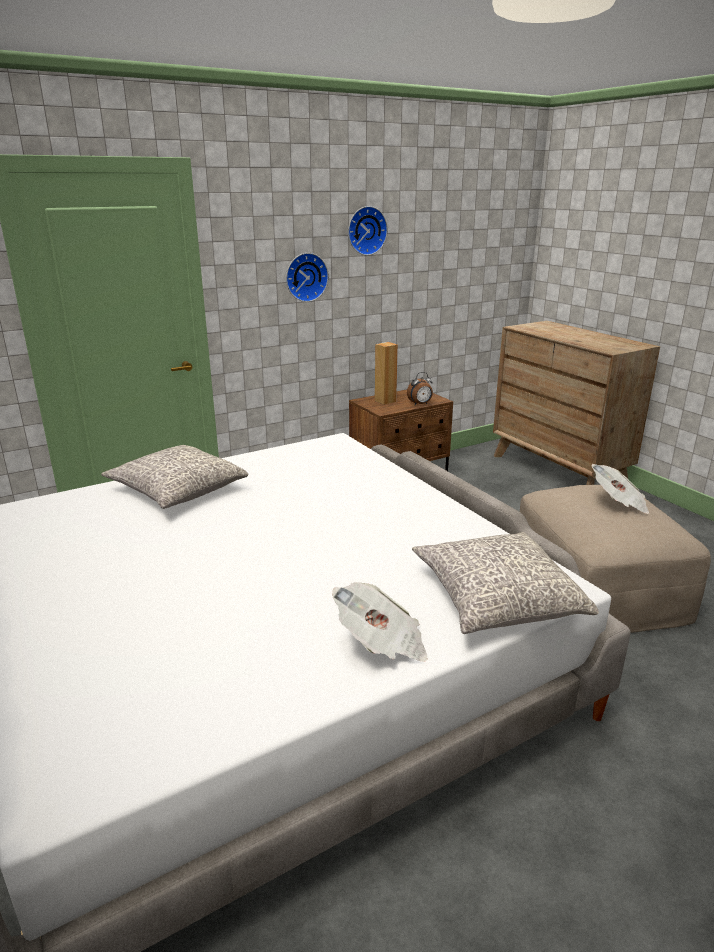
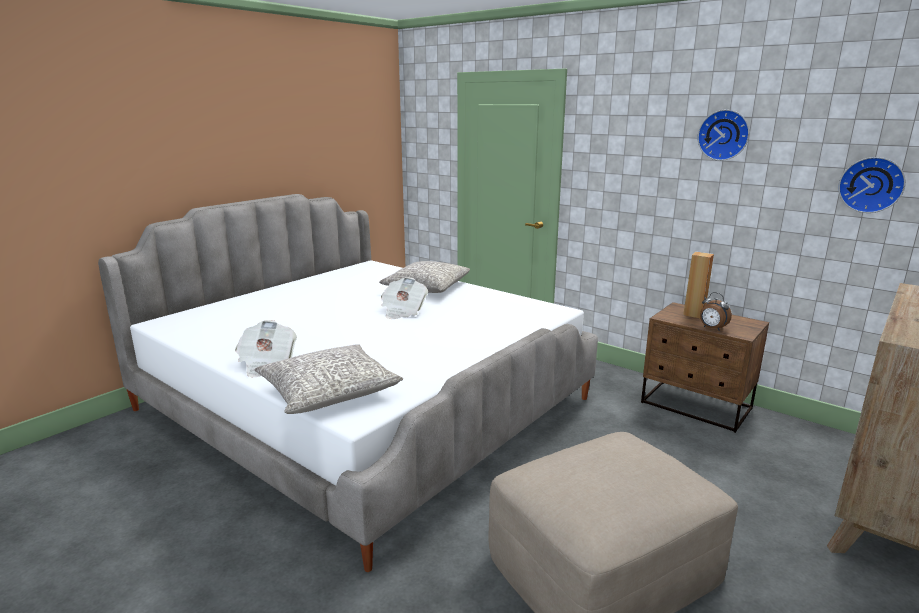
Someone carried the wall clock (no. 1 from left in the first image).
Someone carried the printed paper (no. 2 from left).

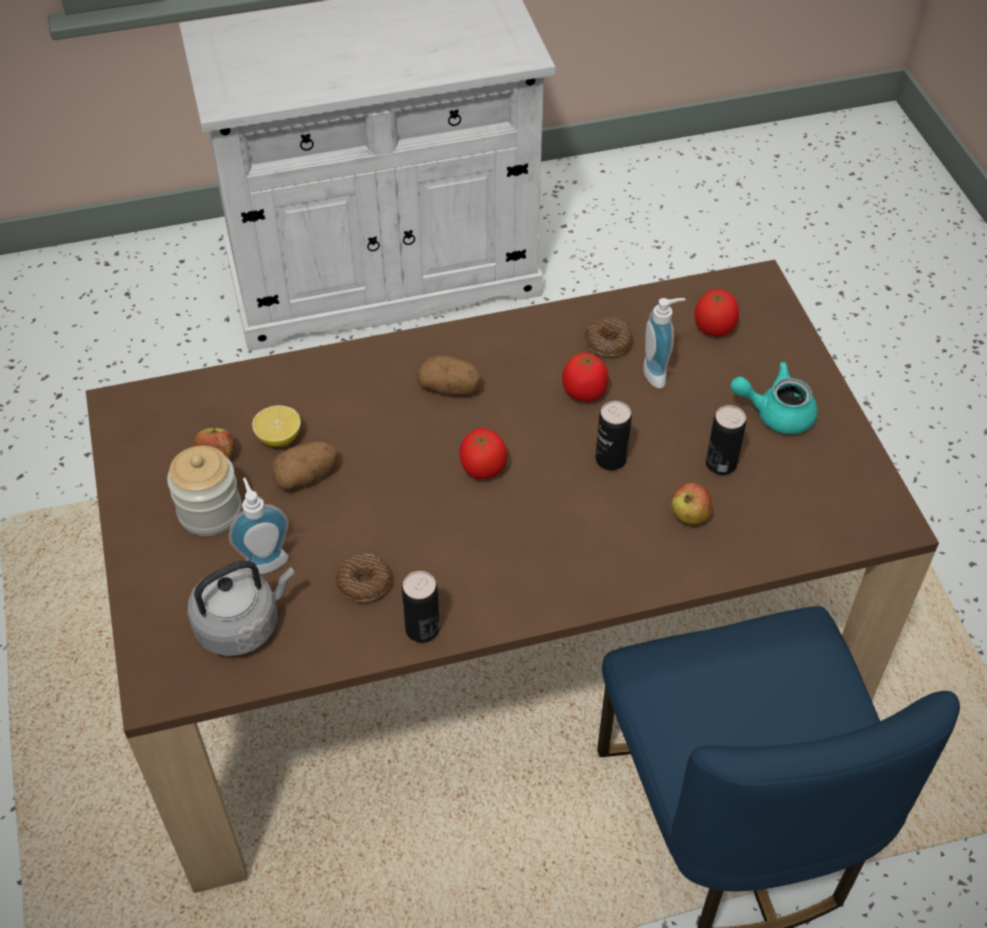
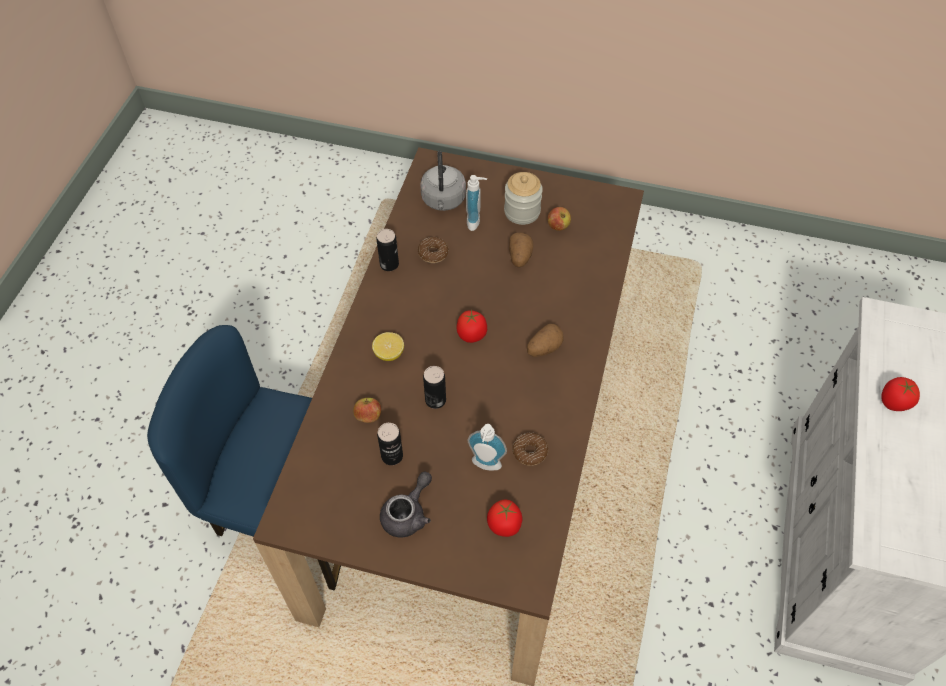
Someone carried the citrus fruit.
Someone carried the fresh tomato (no. 2 from left in the first image).
Someone repainted the turquoise teapot, which became the grey teapot.

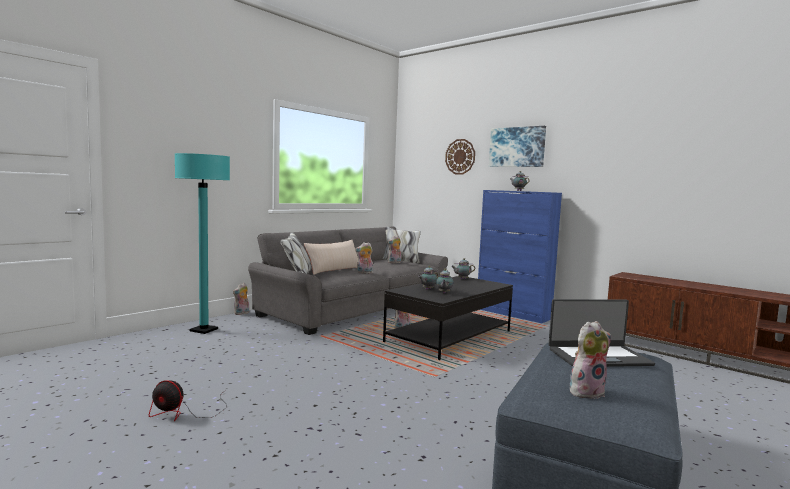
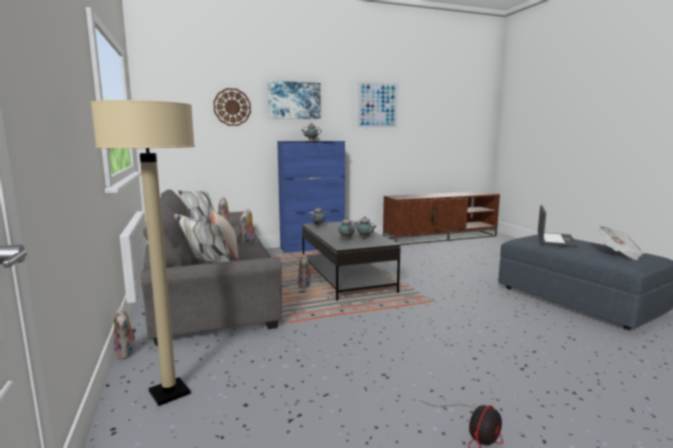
Someone repainted the turquoise standing lamp, which became the sand-coloured standing lamp.
Someone swapped the soft toy (no. 5 from left) for the printed paper.
Someone put up the wall picture (no. 2 from left).

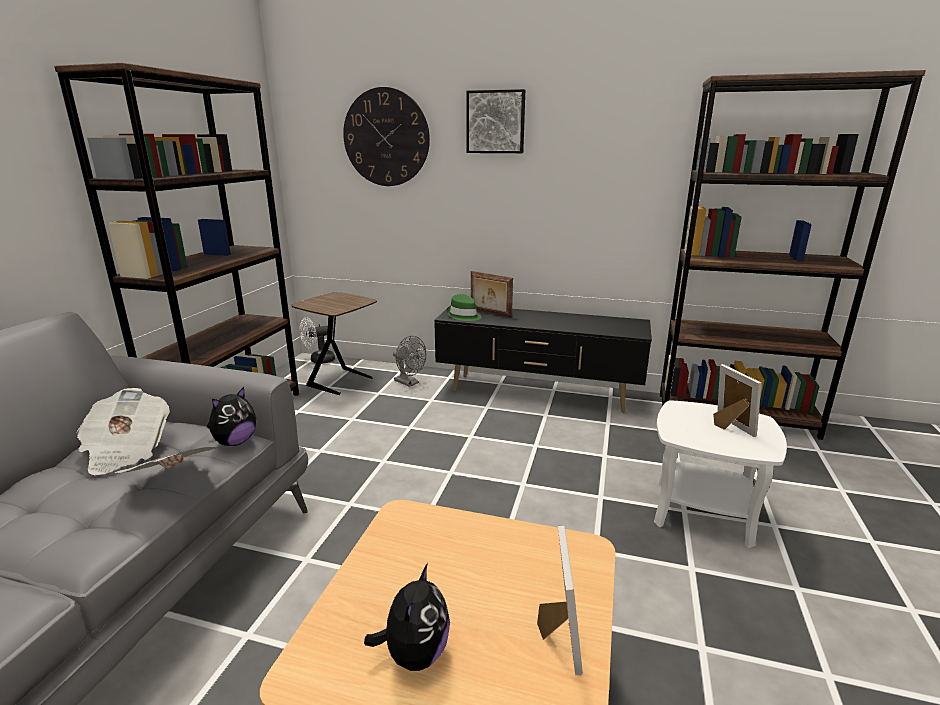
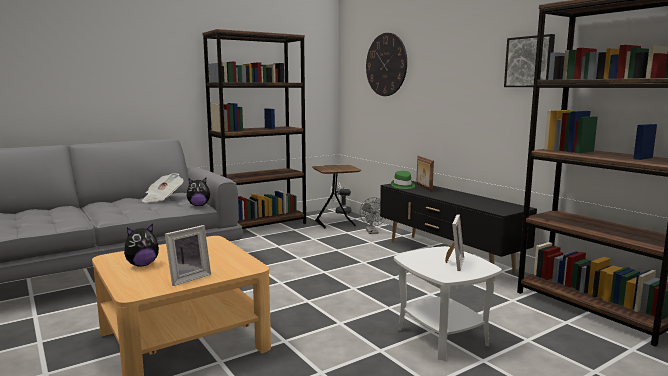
Someone took away the printed paper (no. 2 from left).
Someone carried the wall picture.

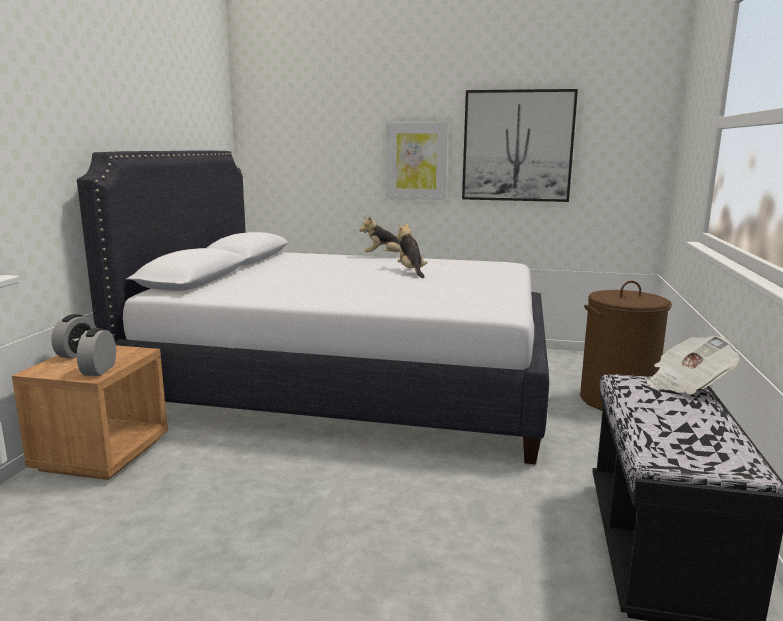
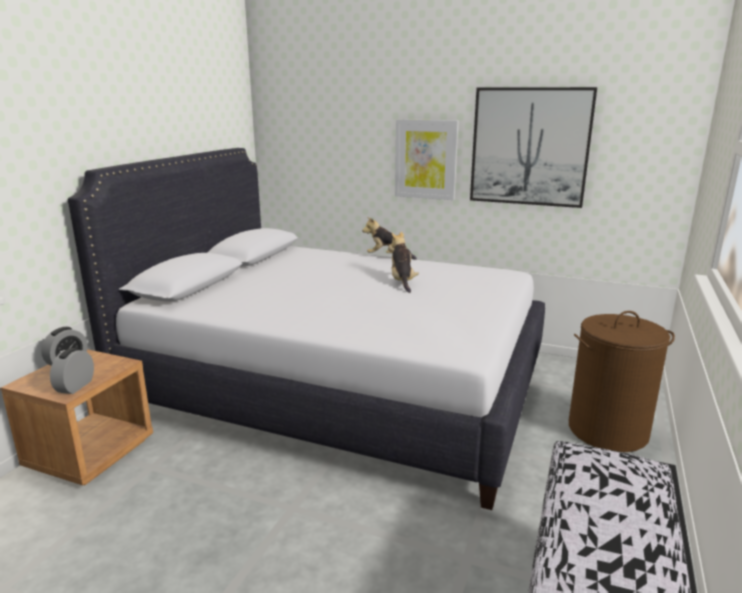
Someone took away the printed paper.

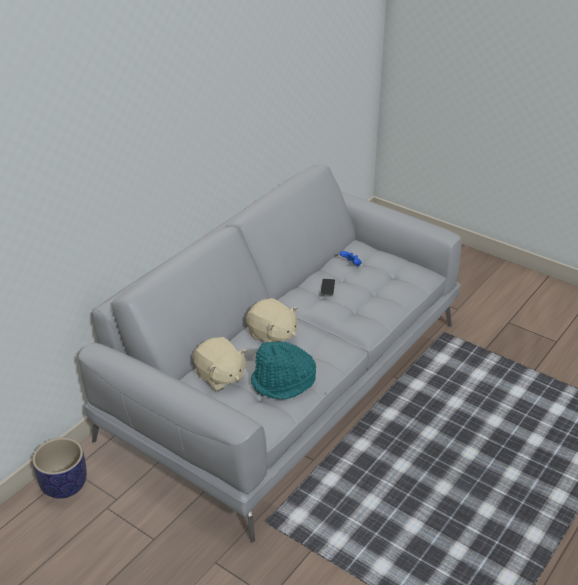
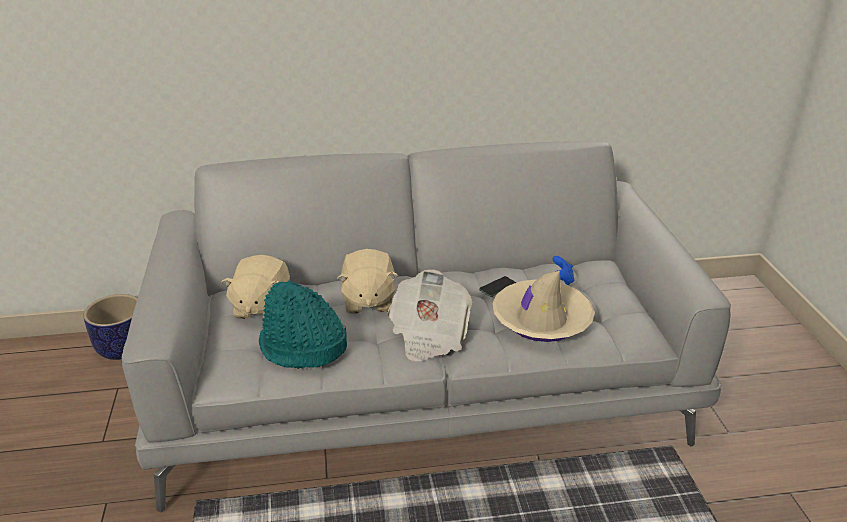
Someone put down the printed paper.
Someone put down the sand-coloured hat.

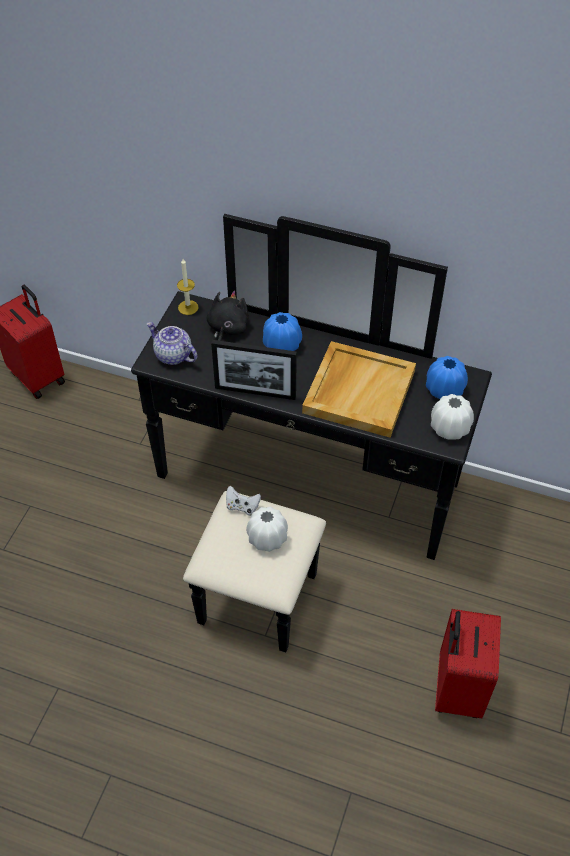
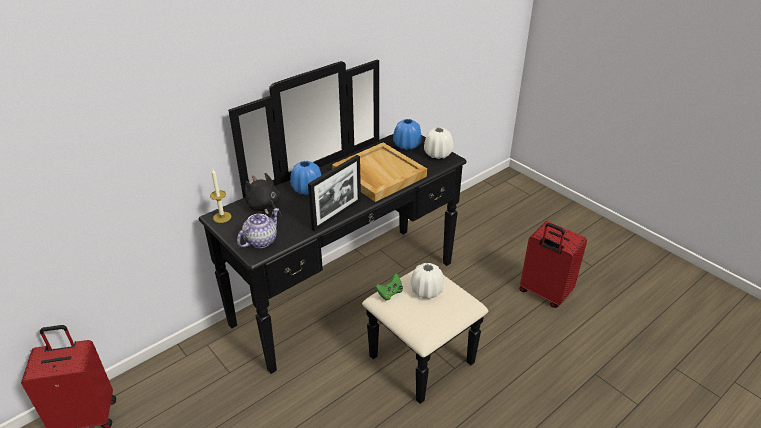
Someone rotated the teapot by 150 degrees clockwise.
Someone repainted the white-coloured gamepad, which became the green-coloured gamepad.

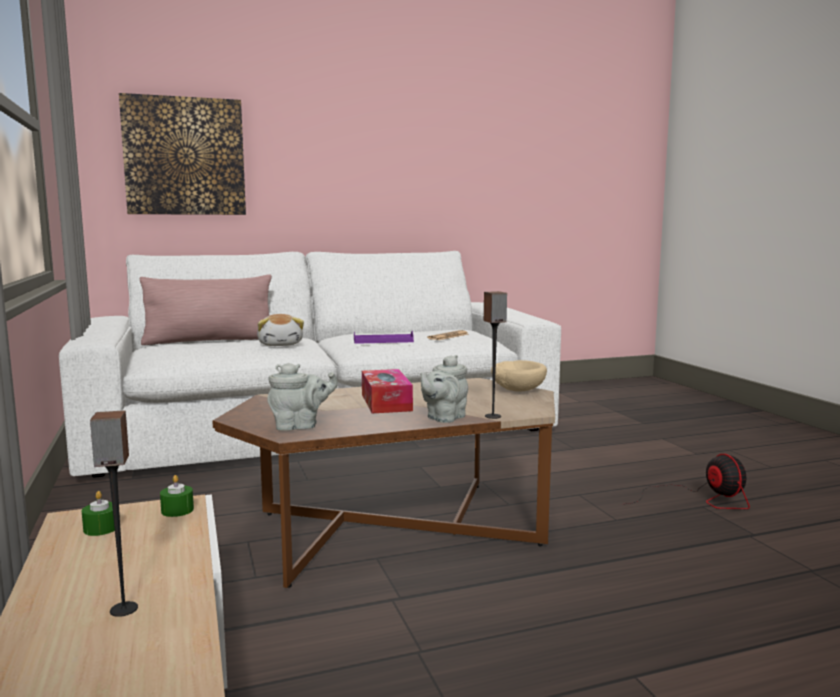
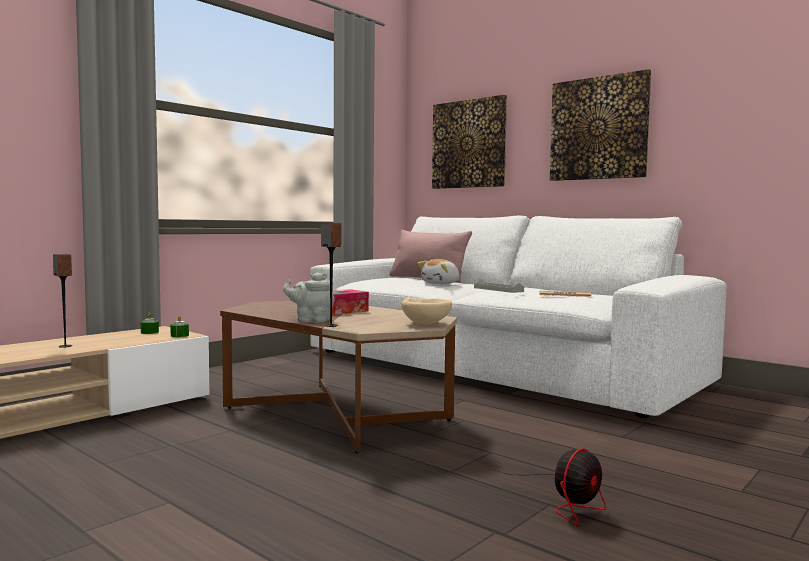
Someone took away the grey teapot (no. 1 from left).
Someone repainted the purple carrying tray, which became the grey carrying tray.
Someone put up the wall picture (no. 2 from left).

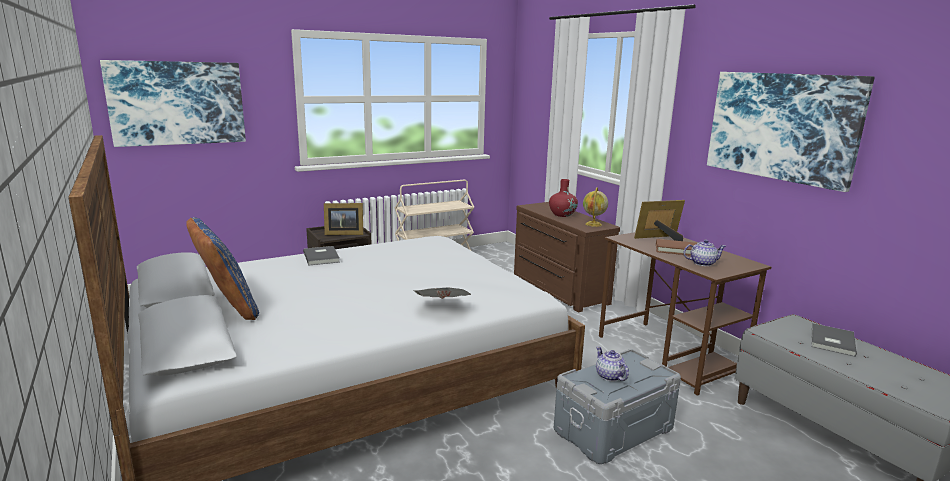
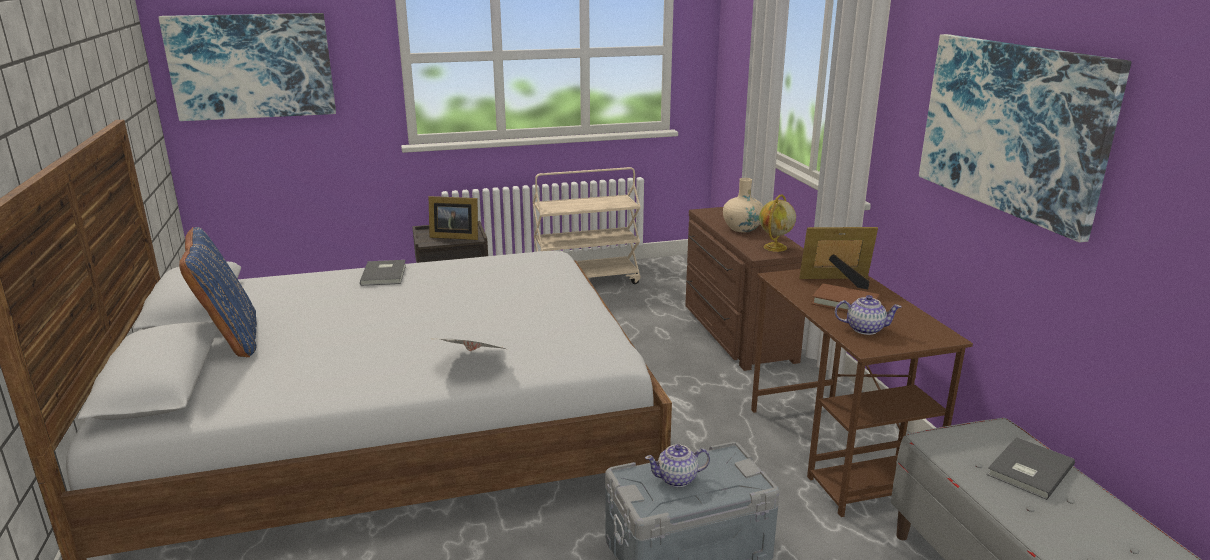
Someone repainted the red vase, which became the sand-coloured vase.
Someone rotated the teapot (no. 1 from left) by 90 degrees counterclockwise.

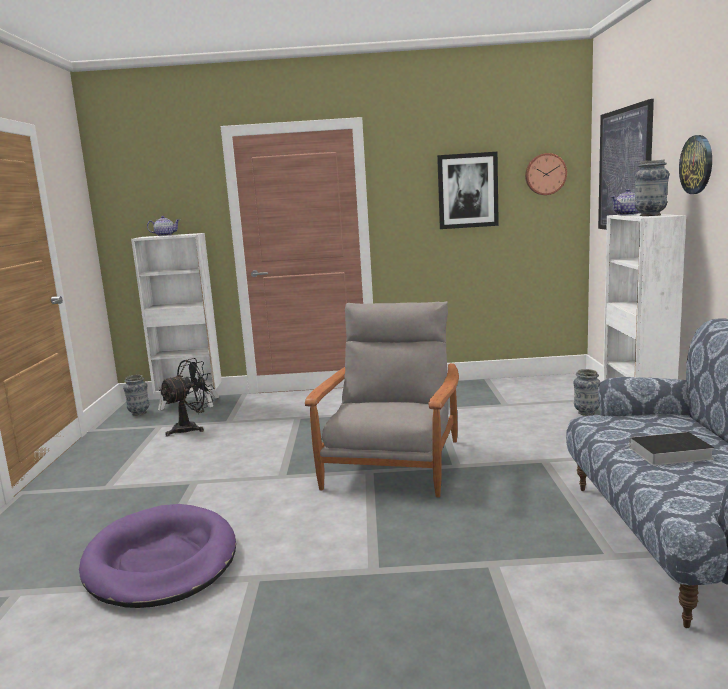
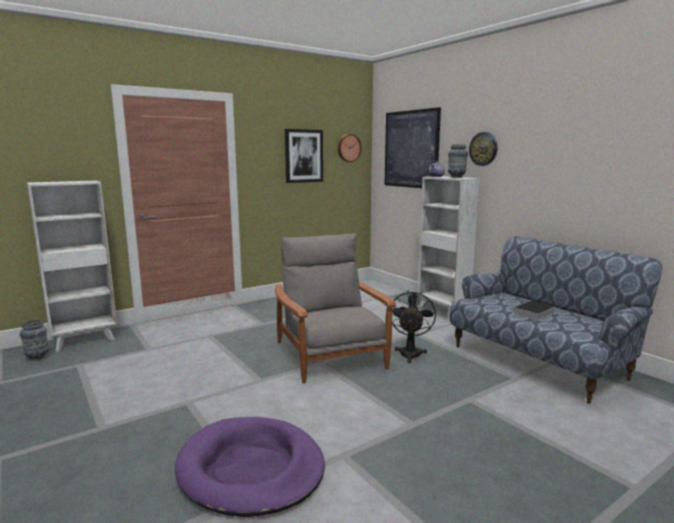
Someone took away the teapot (no. 1 from left).
Someone carried the blackish cooling fan.
Someone took away the vase (no. 2 from left).

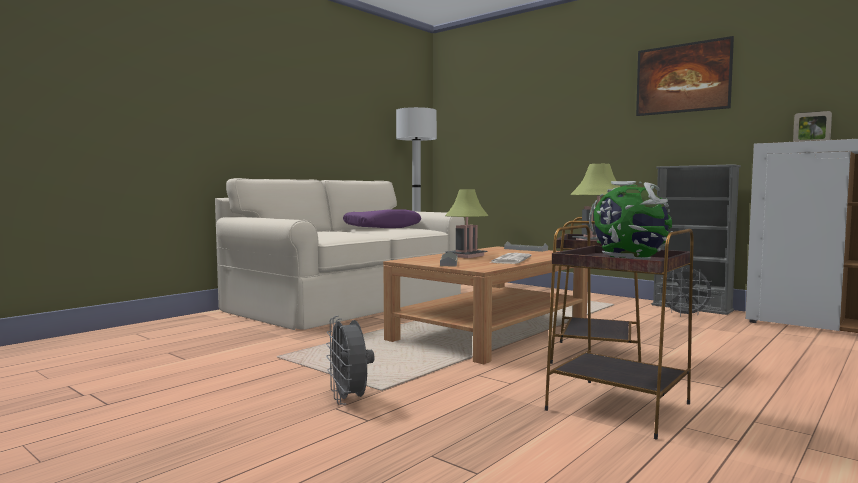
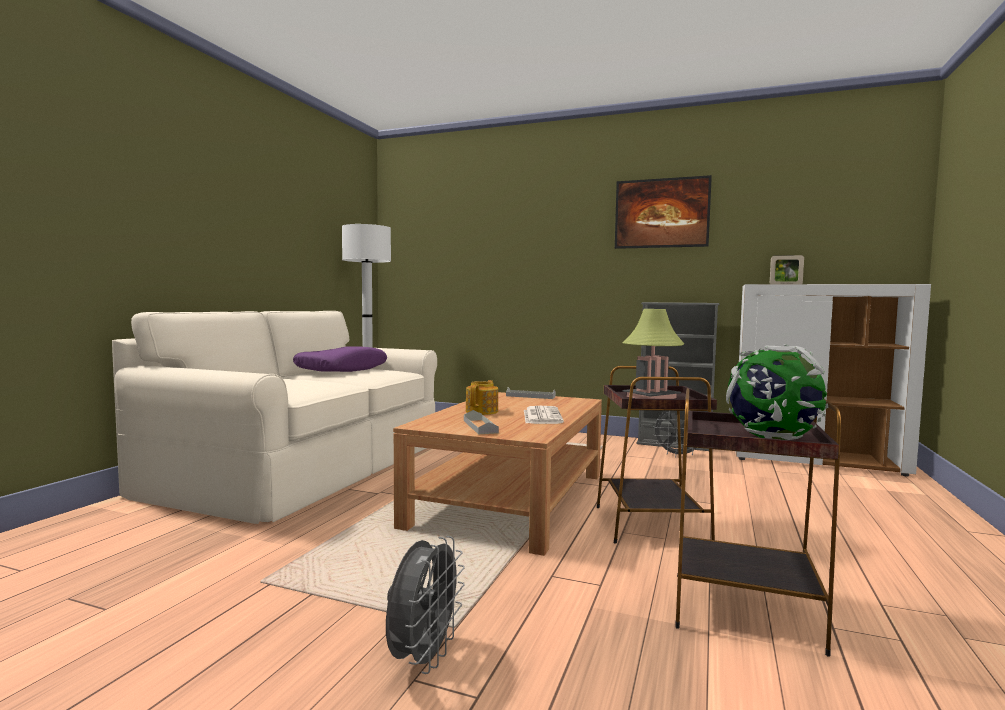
Someone rotated the grey cooling fan (no. 1 from left) by 120 degrees counterclockwise.
Someone swapped the tabletop lamp (no. 1 from left) for the teapot.

